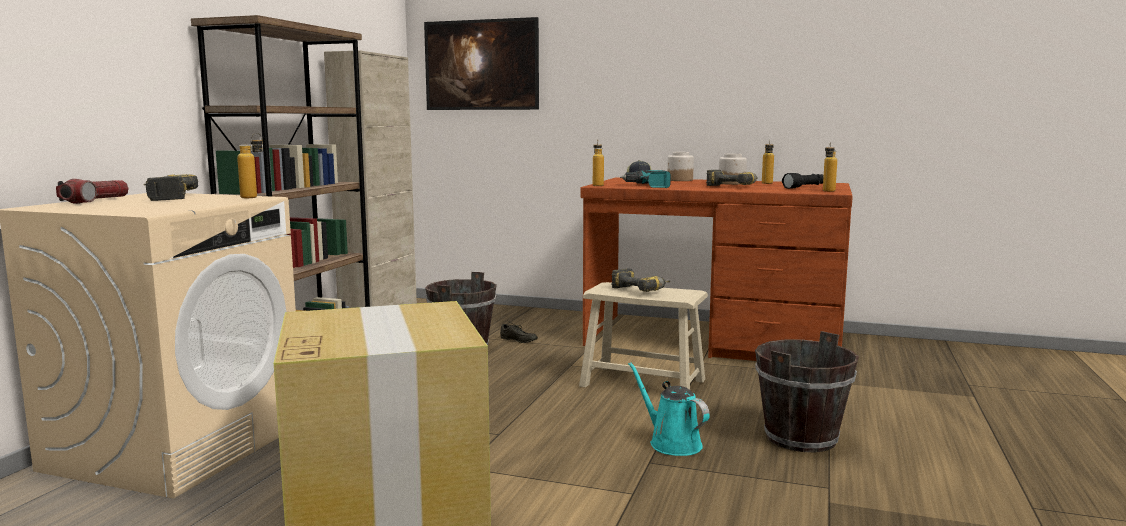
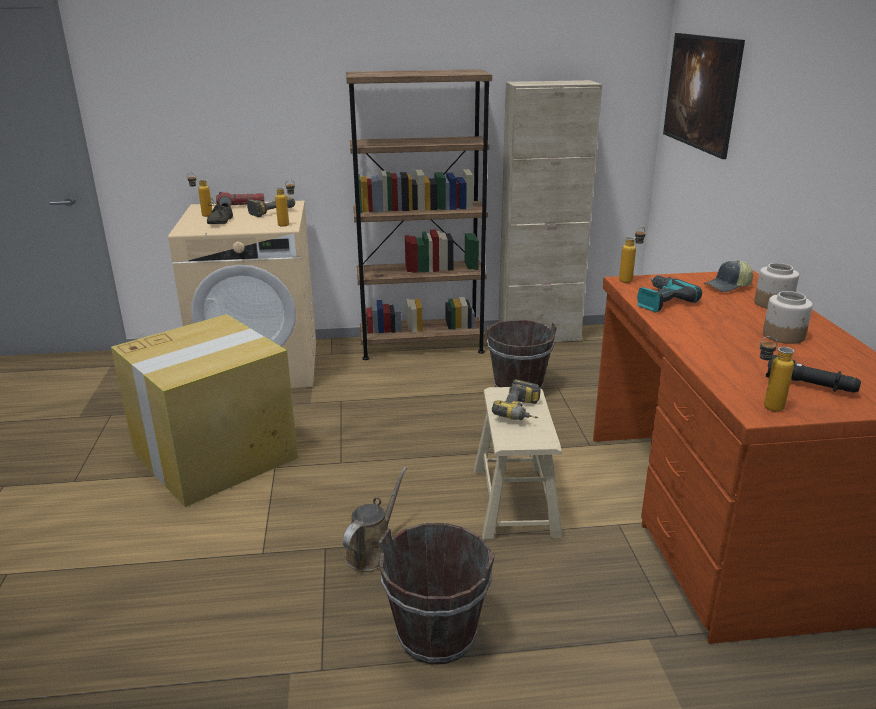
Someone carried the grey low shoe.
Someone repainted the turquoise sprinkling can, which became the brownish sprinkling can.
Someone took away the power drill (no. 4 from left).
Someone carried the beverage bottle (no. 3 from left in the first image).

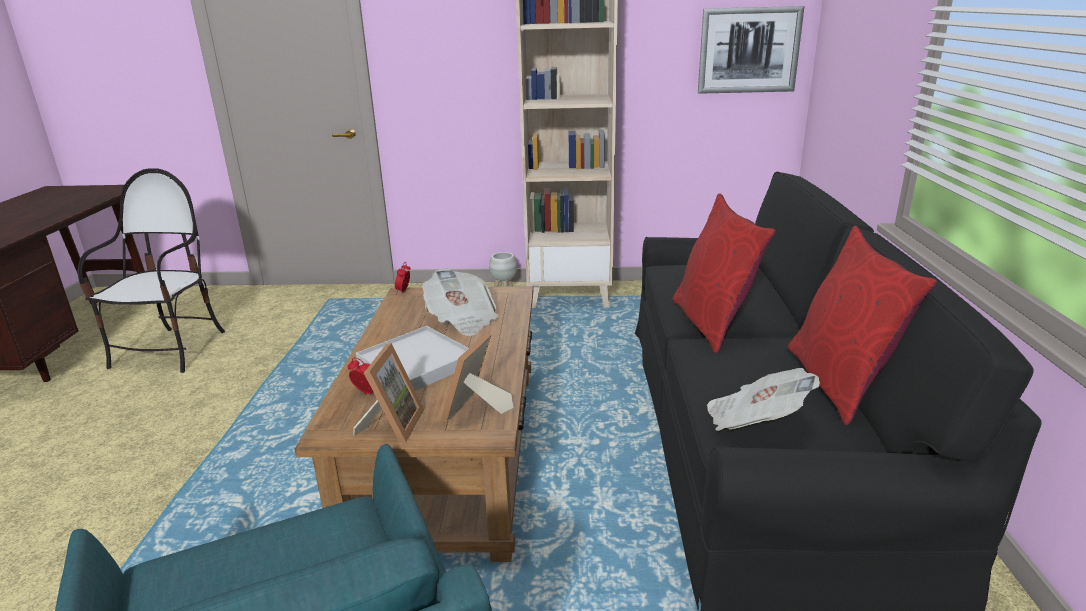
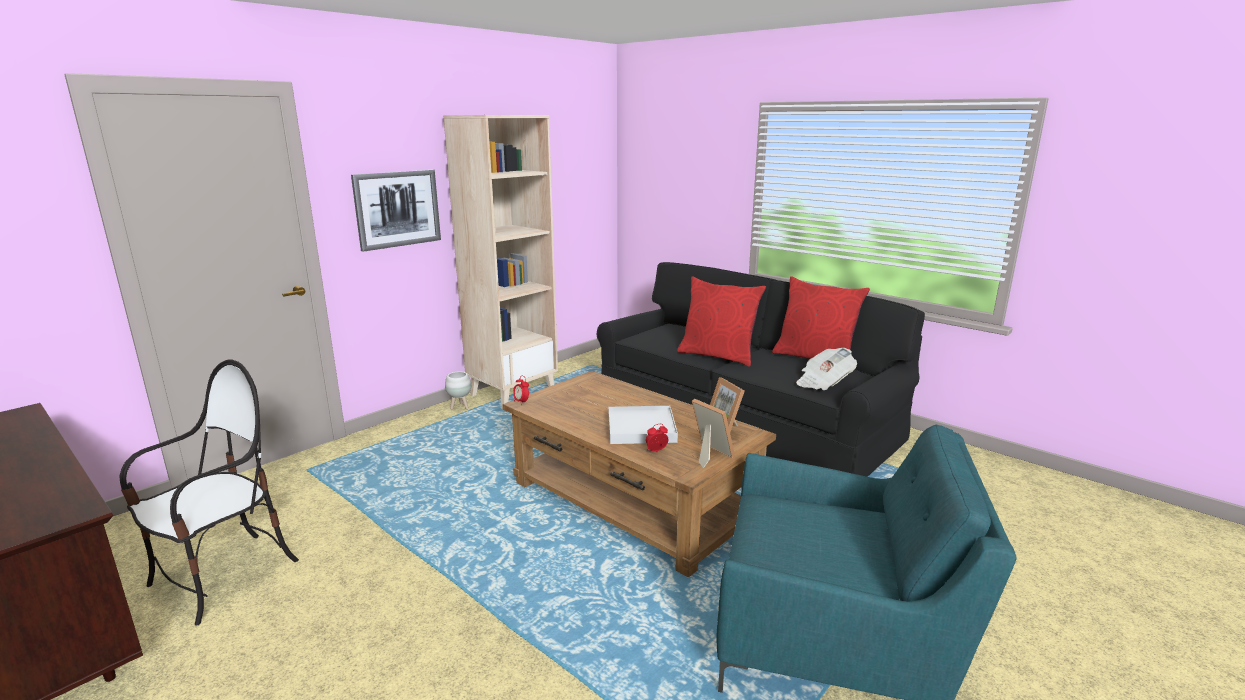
Someone rotated the plain chair by 75 degrees clockwise.
Someone took away the printed paper (no. 1 from left).
Someone carried the wall picture.

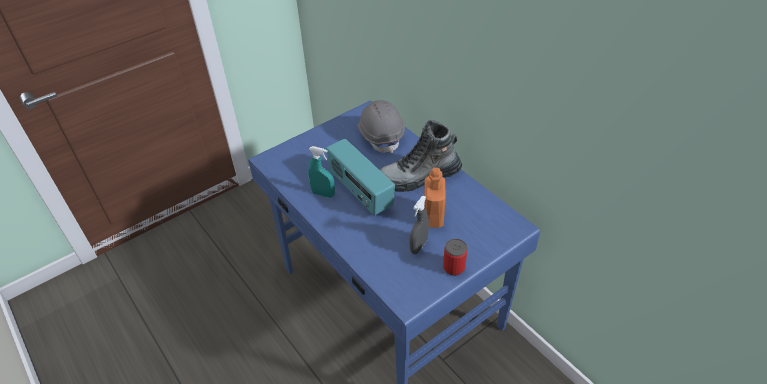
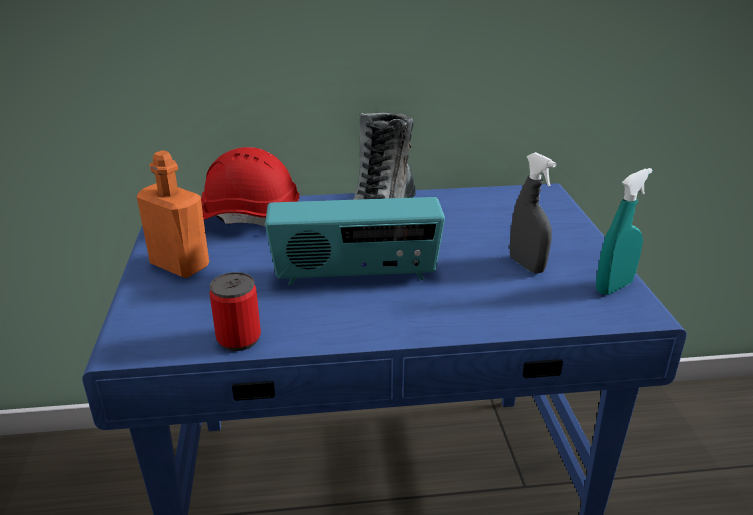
Someone carried the turquoise spray bottle.
Someone repainted the grey work helmet, which became the red work helmet.
Someone carried the orange beverage bottle.
Someone carried the sealed can.

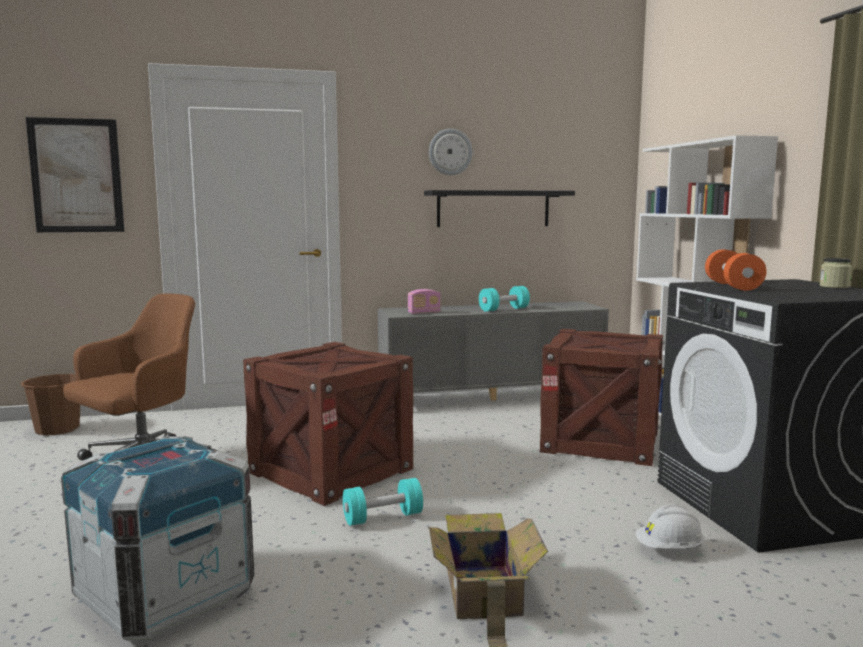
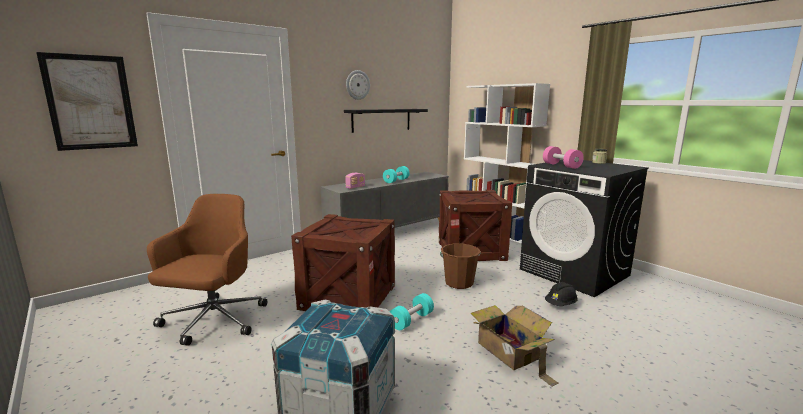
Someone carried the brownish pail.
Someone repainted the white-coloured work helmet, which became the blackish work helmet.
Someone repainted the orange free weight, which became the pinkish free weight.

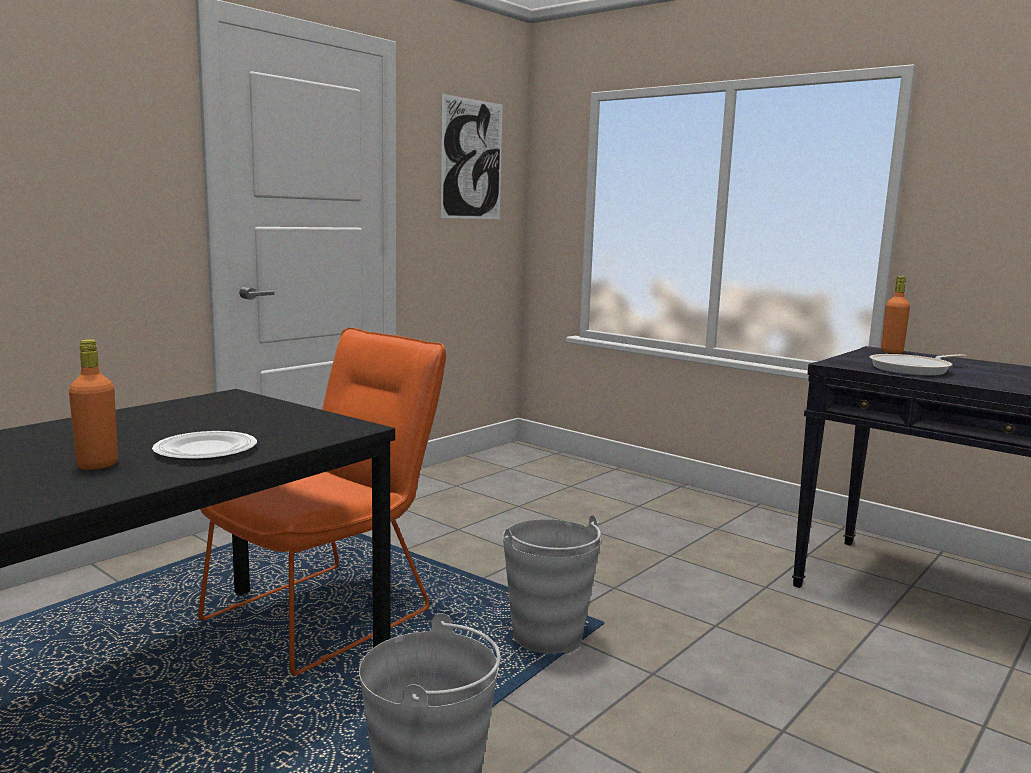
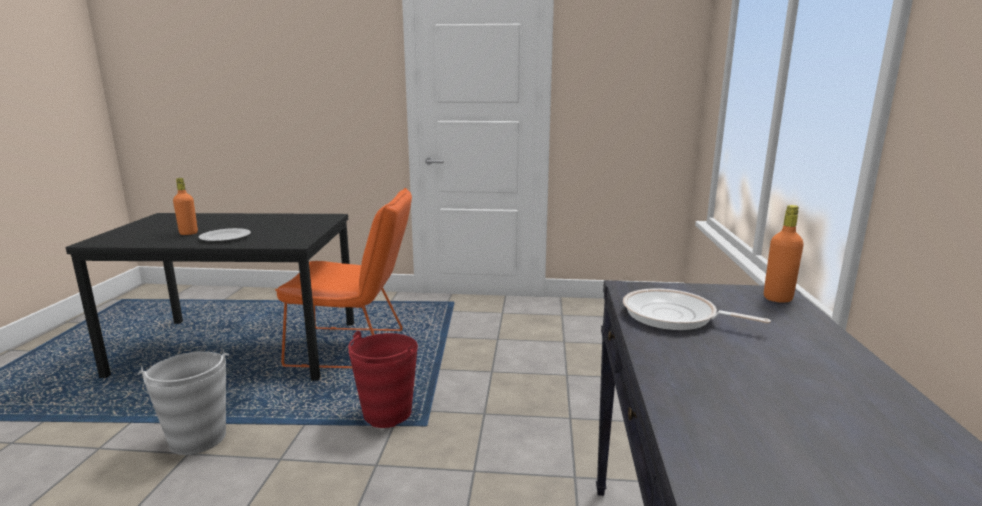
Someone took away the wall picture.
Someone repainted the grey pail (no. 2 from left), which became the red pail.

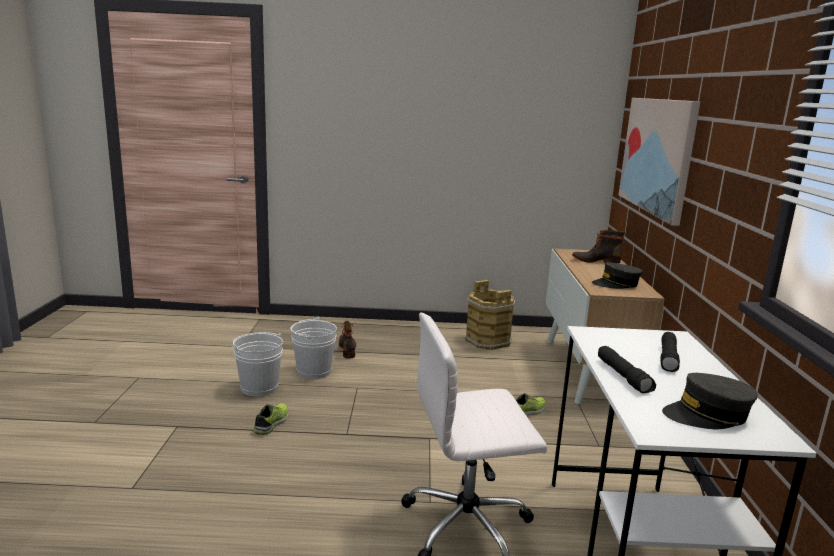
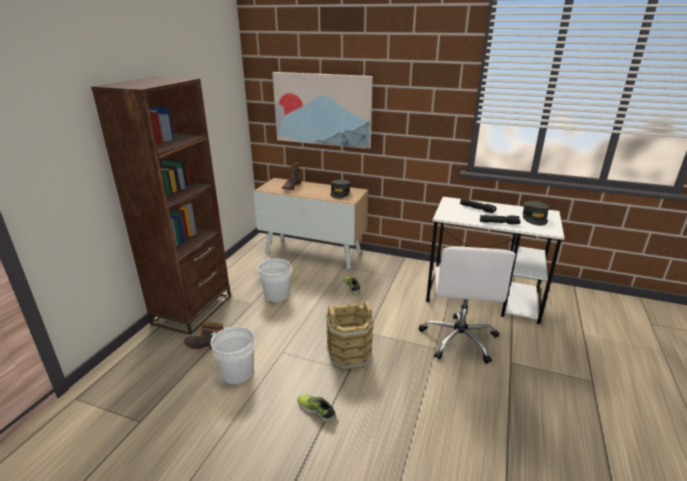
Someone carried the white-coloured pail (no. 1 from left in the first image).
Someone carried the brownish pail.
Someone put down the brownish bookshelf.

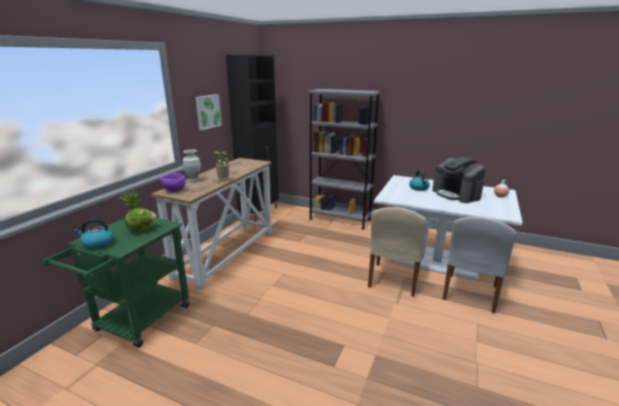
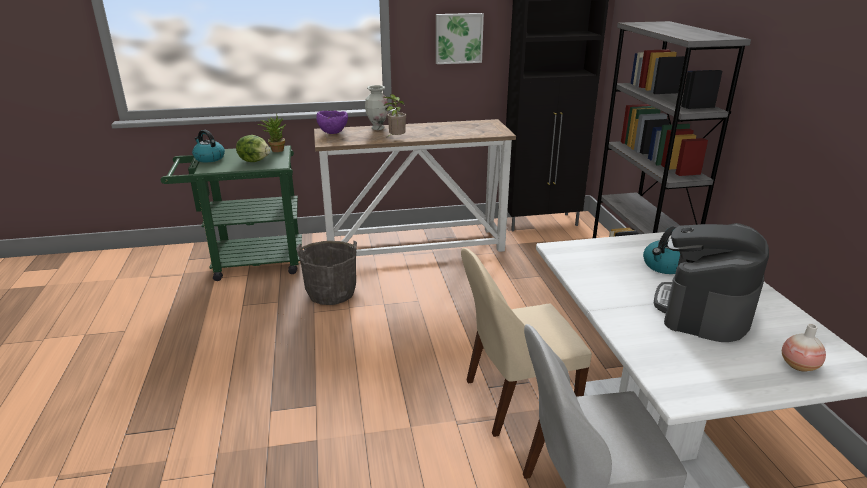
Someone put down the grey pail.

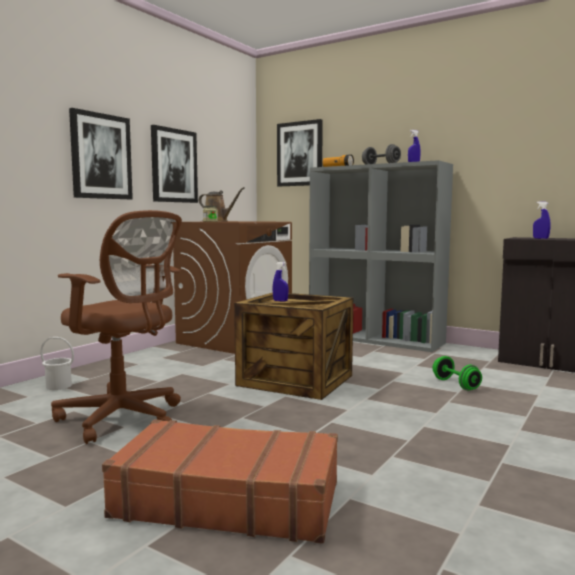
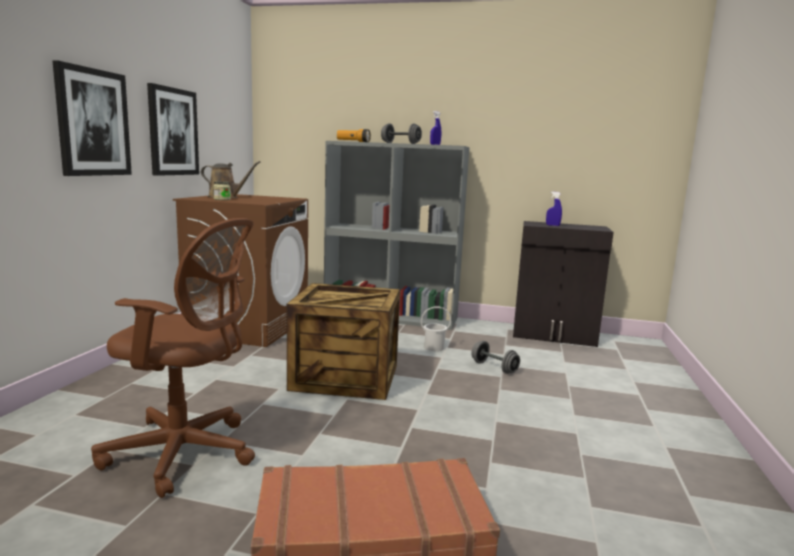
Someone carried the white-coloured pail.
Someone took away the blue spray bottle (no. 1 from left).
Someone took away the wall picture (no. 3 from left).
Someone repainted the green-coloured free weight, which became the grey free weight (no. 2 from left).

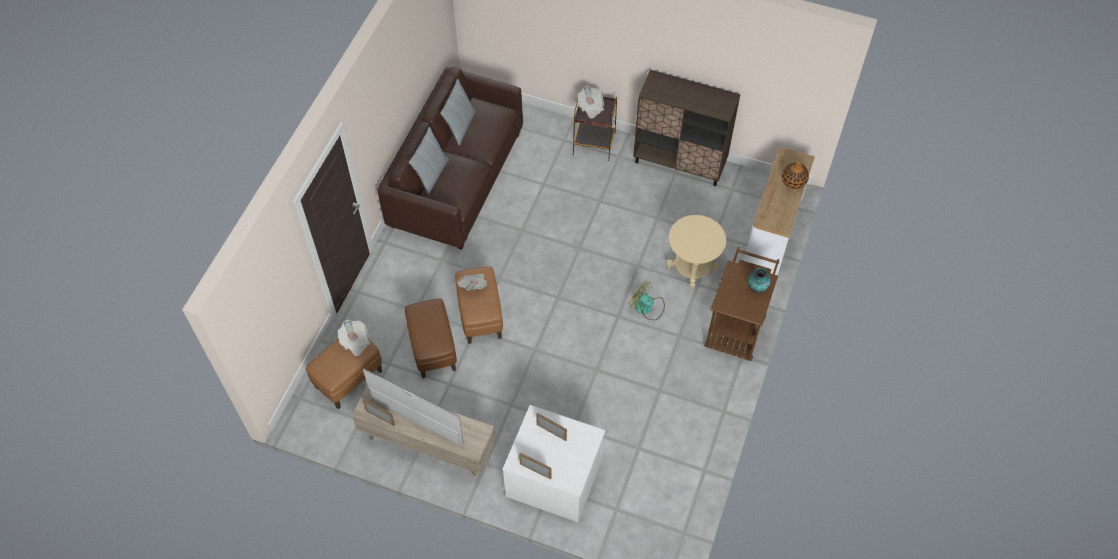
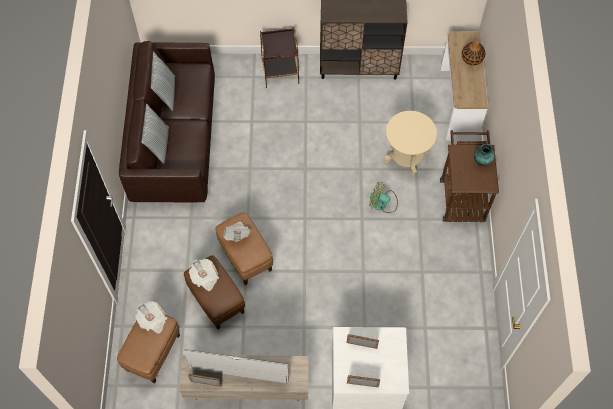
Someone carried the printed paper (no. 3 from left in the first image).

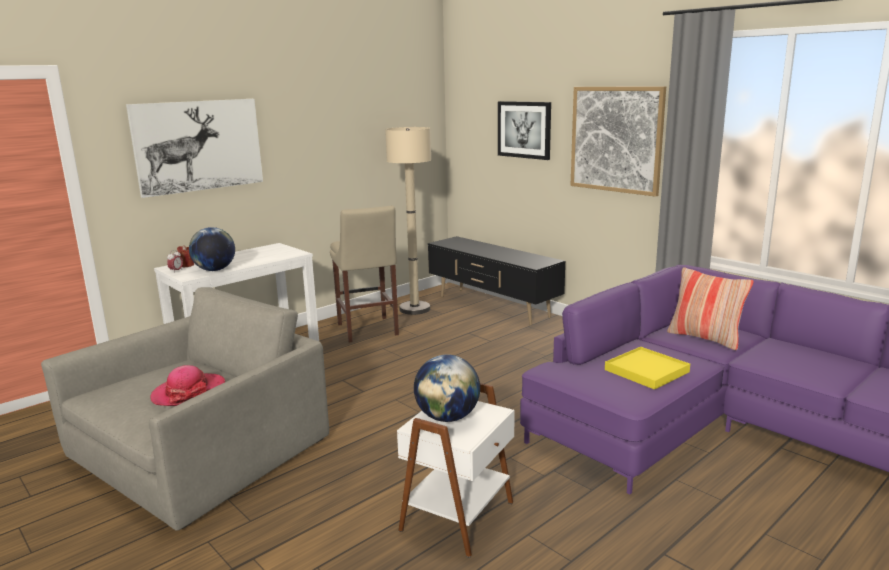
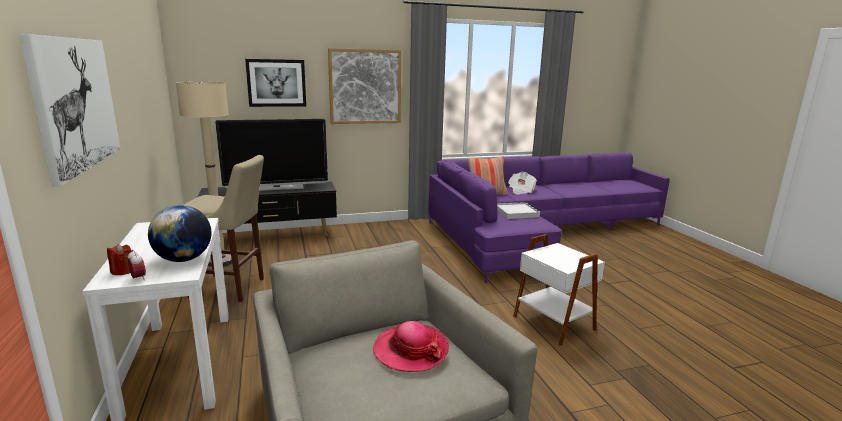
Someone took away the globe (no. 2 from left).
Someone repainted the yellowish carrying tray, which became the white-coloured carrying tray.
Someone put down the TV.
Someone put down the printed paper.

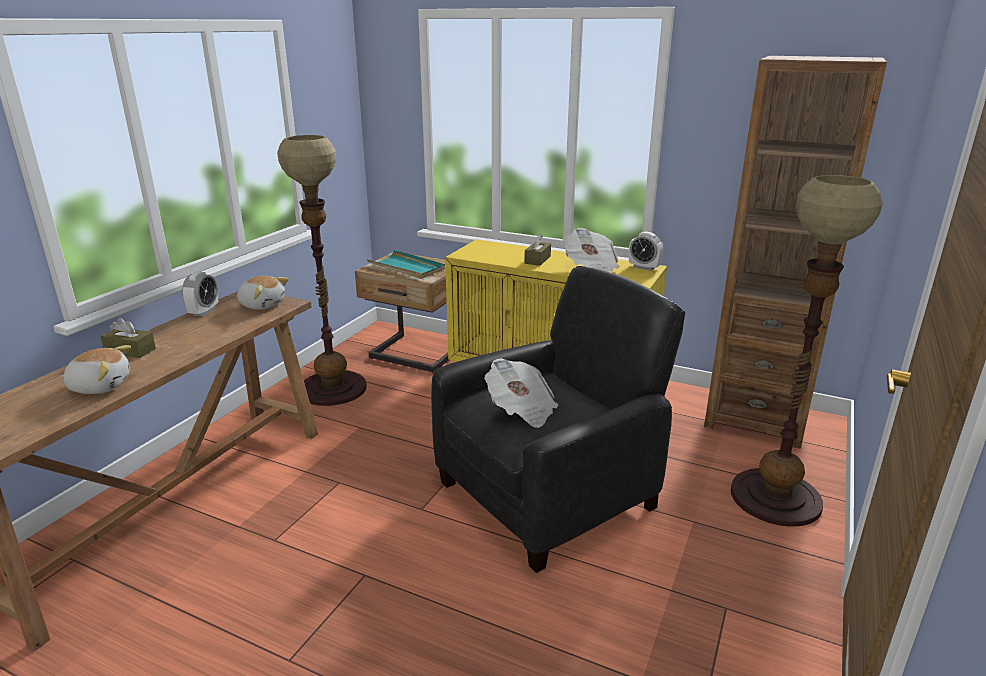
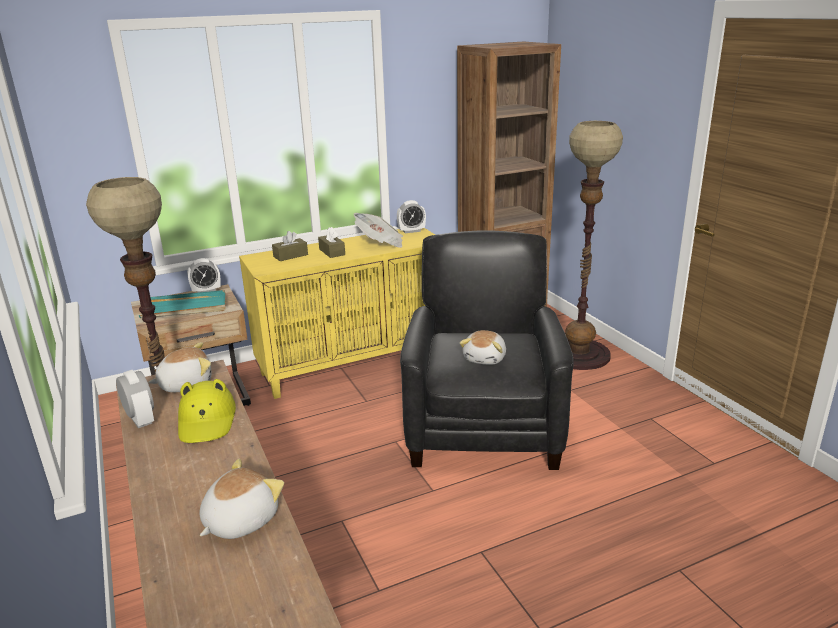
Someone carried the brownish box of tissues (no. 1 from left).
Someone swapped the printed paper (no. 1 from left) for the soft toy (no. 3 from left).
Someone put down the yellowish hat.
Someone put down the alarm clock (no. 2 from left).

